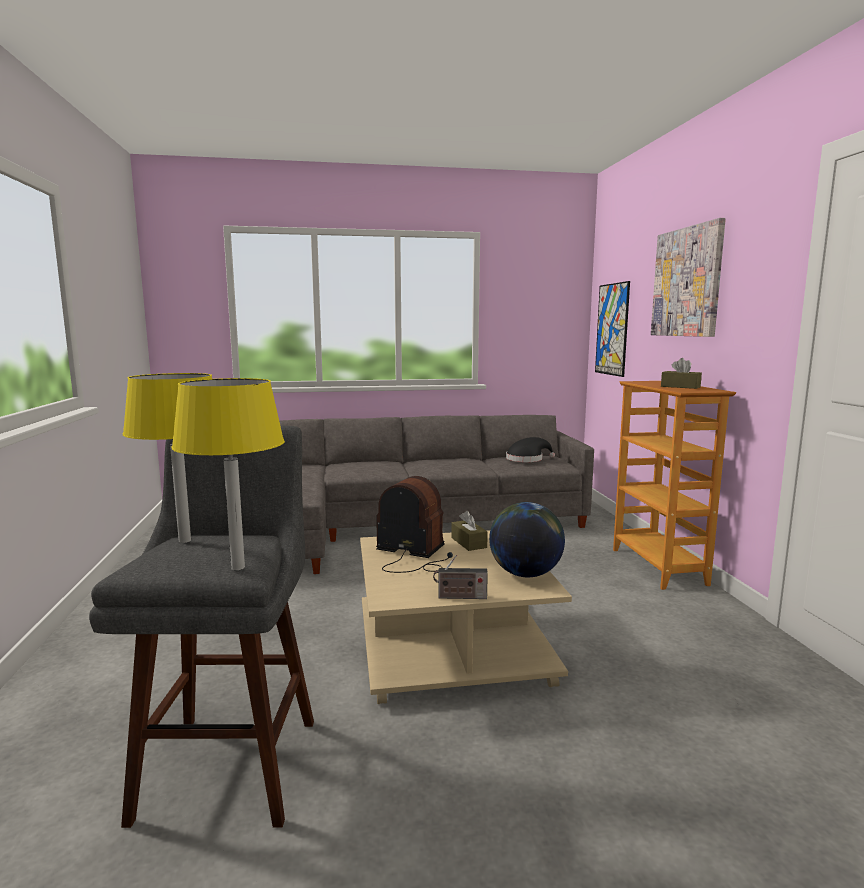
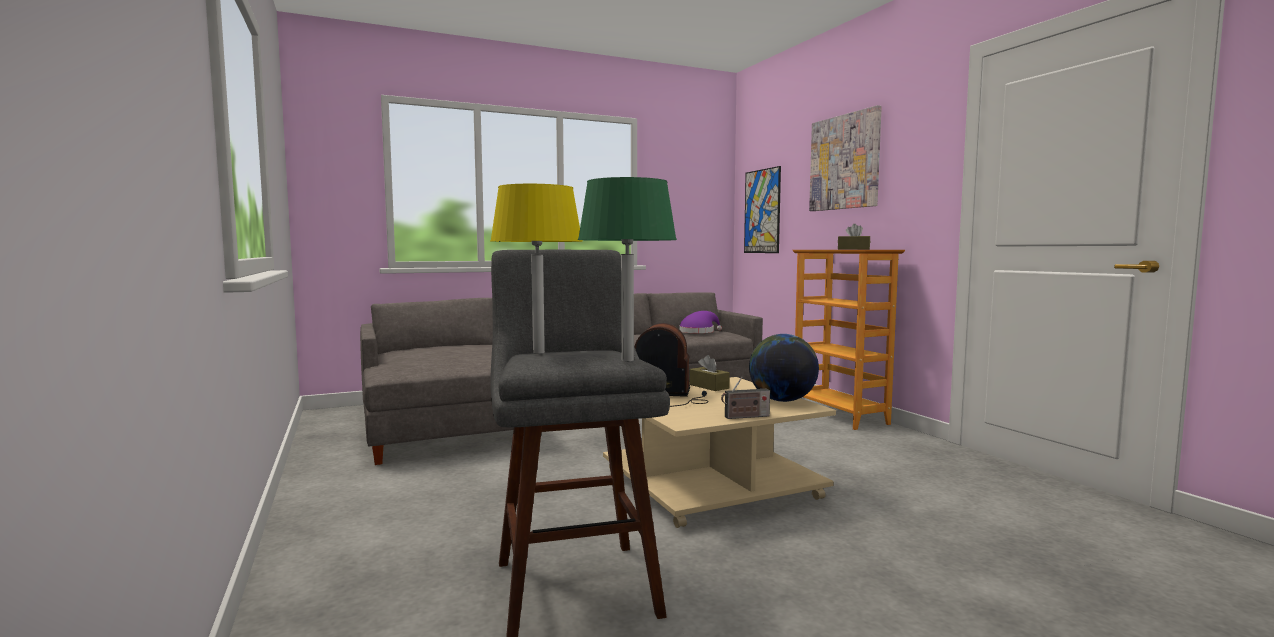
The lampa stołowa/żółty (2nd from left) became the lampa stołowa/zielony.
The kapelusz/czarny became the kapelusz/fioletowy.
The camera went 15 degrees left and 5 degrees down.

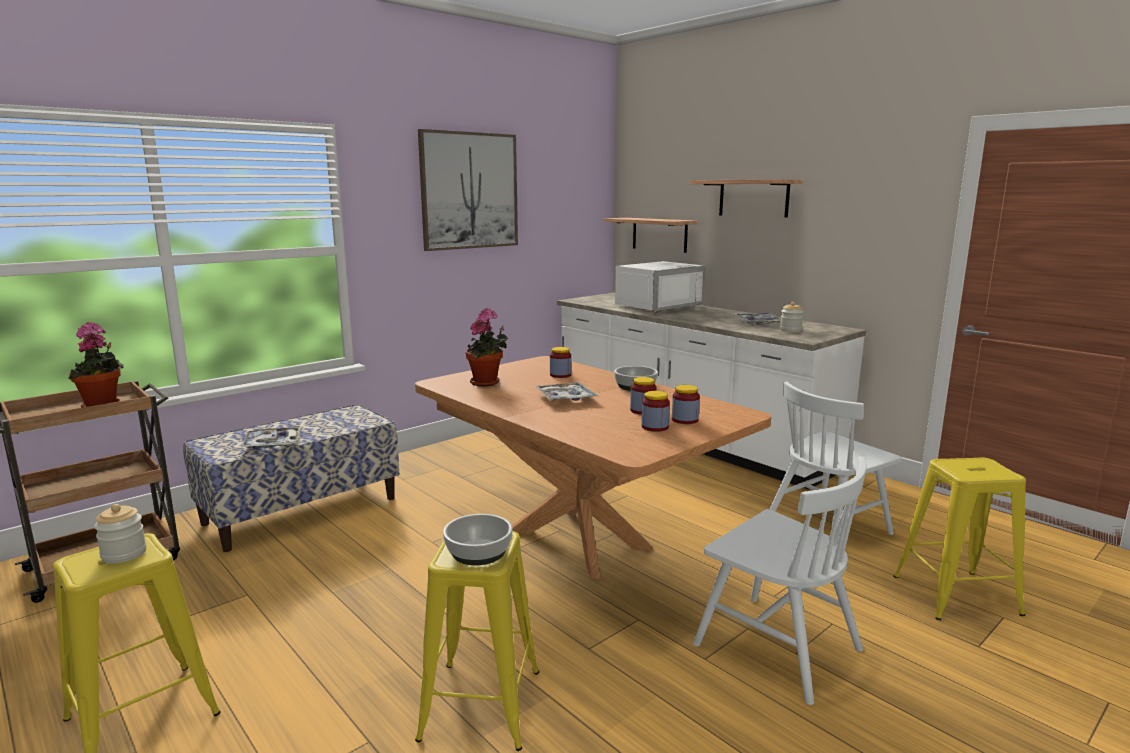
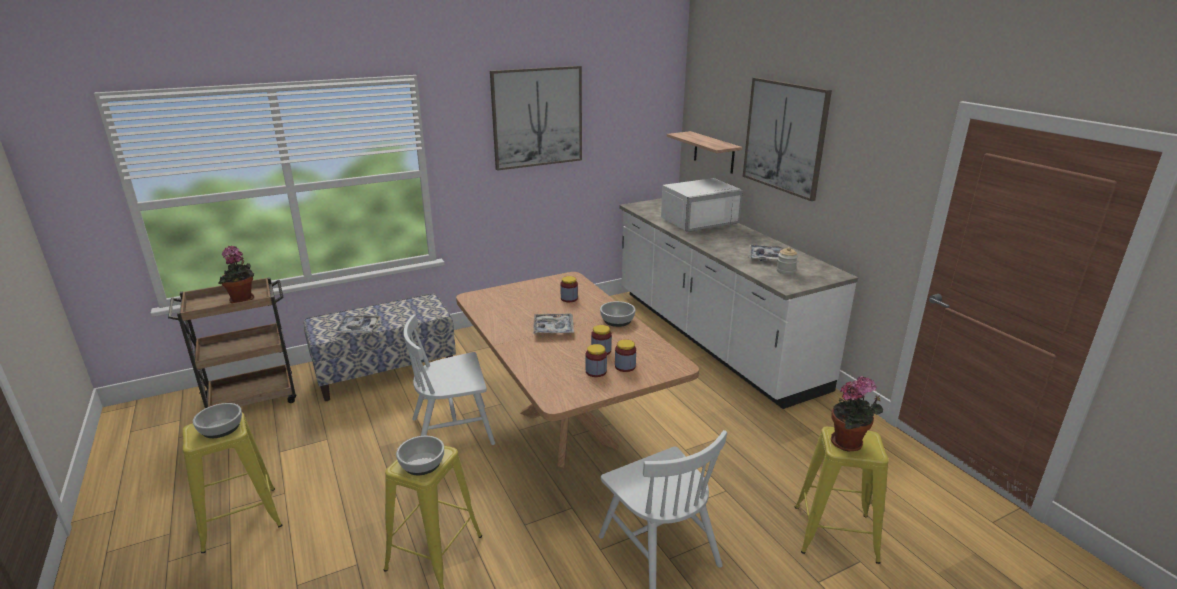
The roślina doniczkowa (2nd from left) moved.
The krzesło/biały (2nd from left in the first image) moved.
The słoik (1st from left) was replaced by the miska (1st from left).
The półka (2nd from left) was replaced by the obraz (2nd from left).
The camera went 15 degrees right and 10 degrees up.

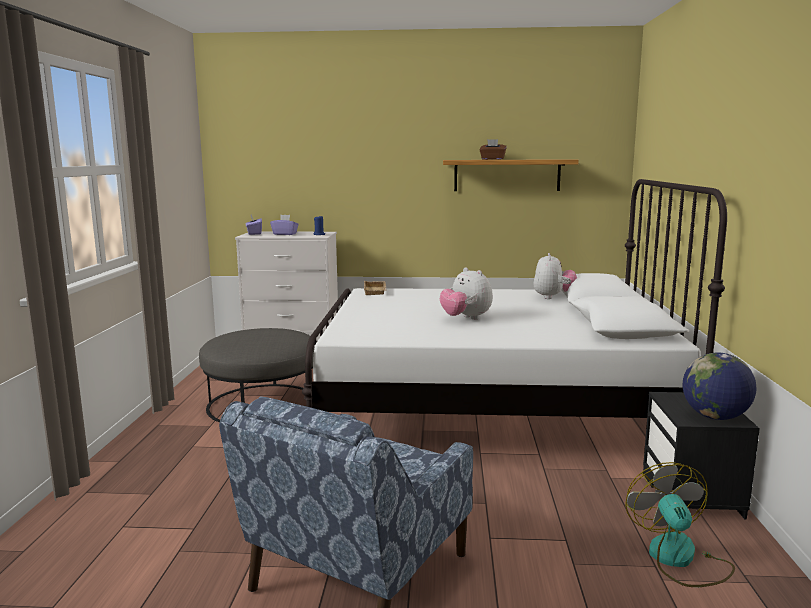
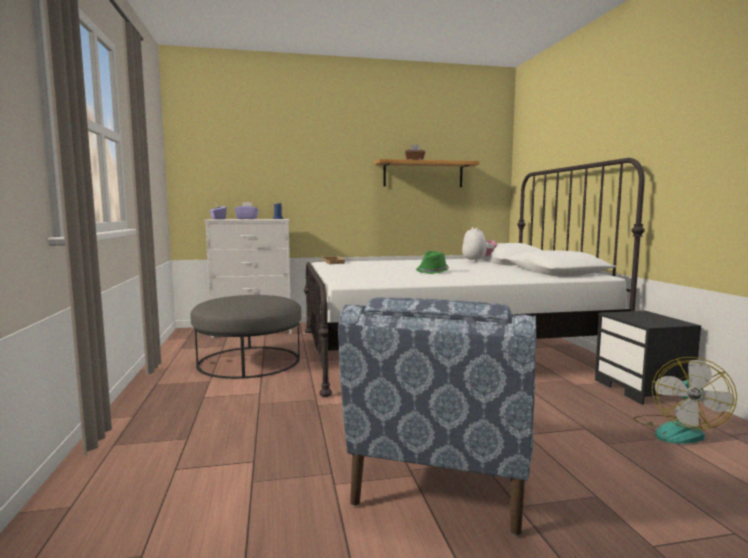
The globus disappeared.
The pluszak (1st from left) was replaced by the kapelusz/zielony.
The wentylator turned 135 degrees counterclockwise.
The camera went 15 degrees left and 5 degrees down.

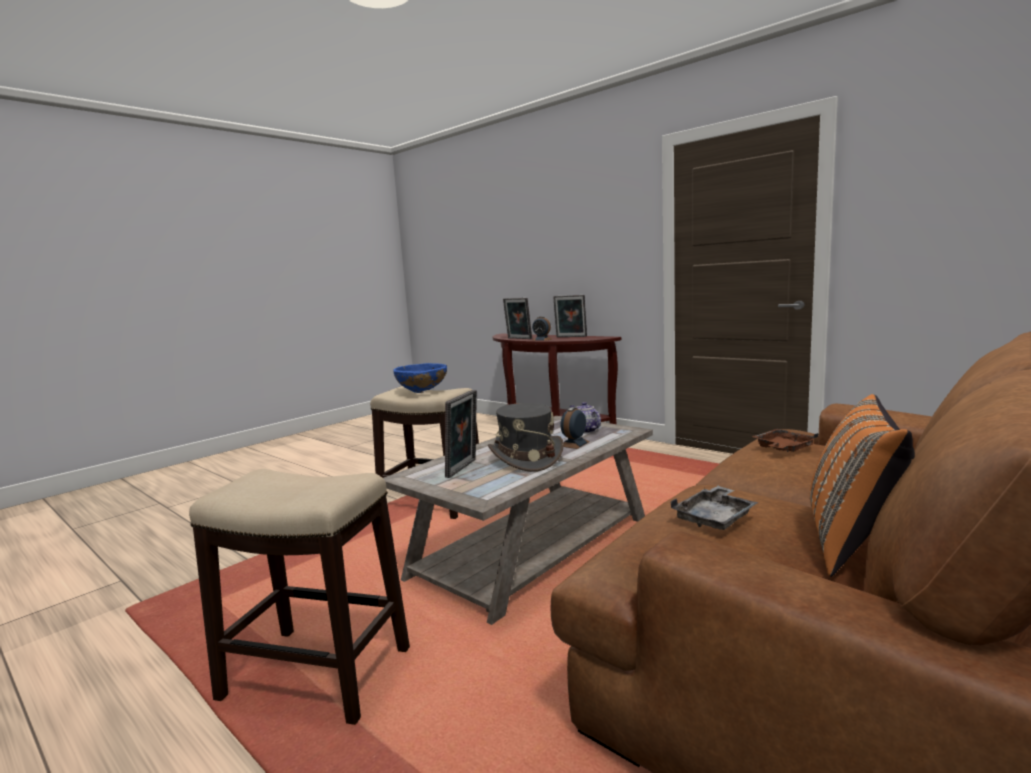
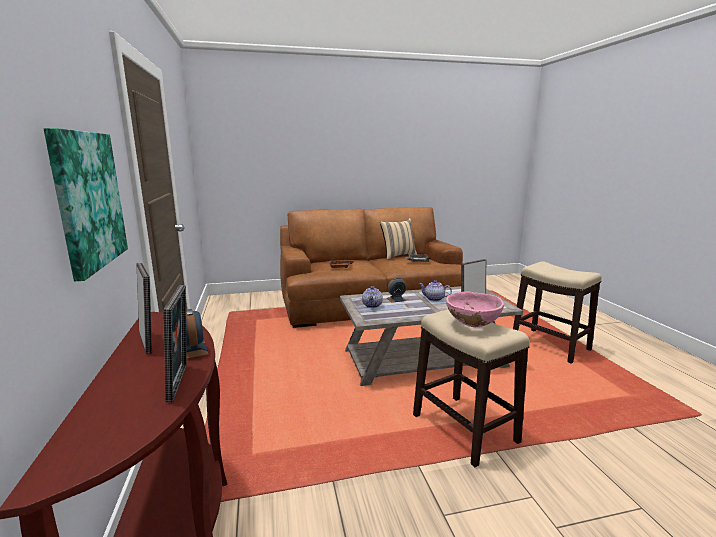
The obraz appeared.
The kapelusz/szary was replaced by the imbryk (2nd from left).
The miska/niebieski became the miska/różowy.
The poduszka/pomarańczowy became the poduszka/beżowy.
The camera went 145 degrees left and 5 degrees up.

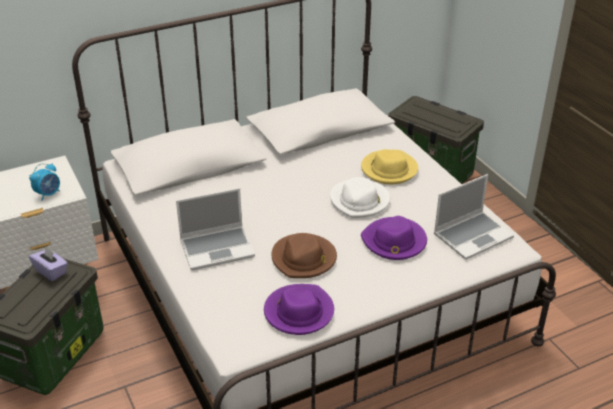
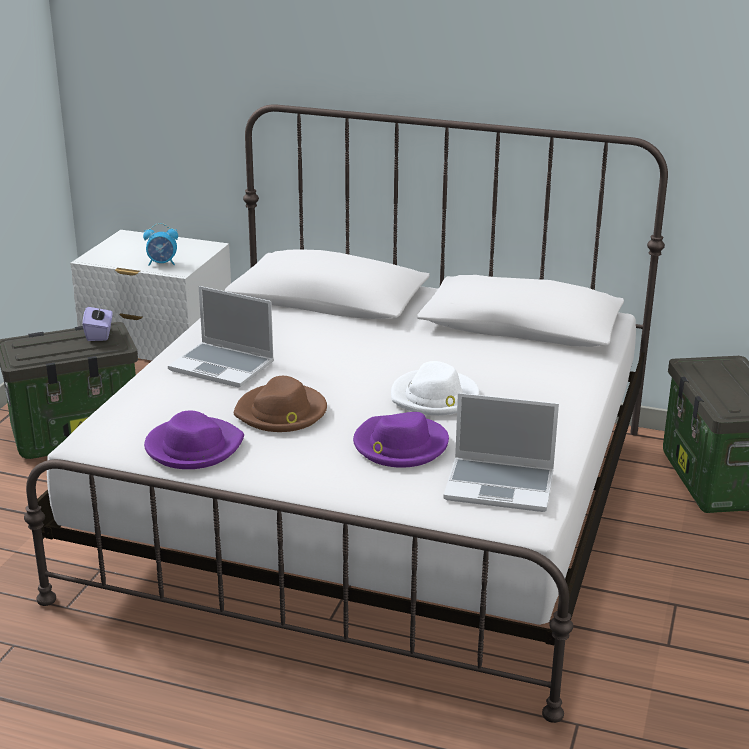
The kapelusz/żółty disappeared.
The camera went 45 degrees right and 10 degrees down.

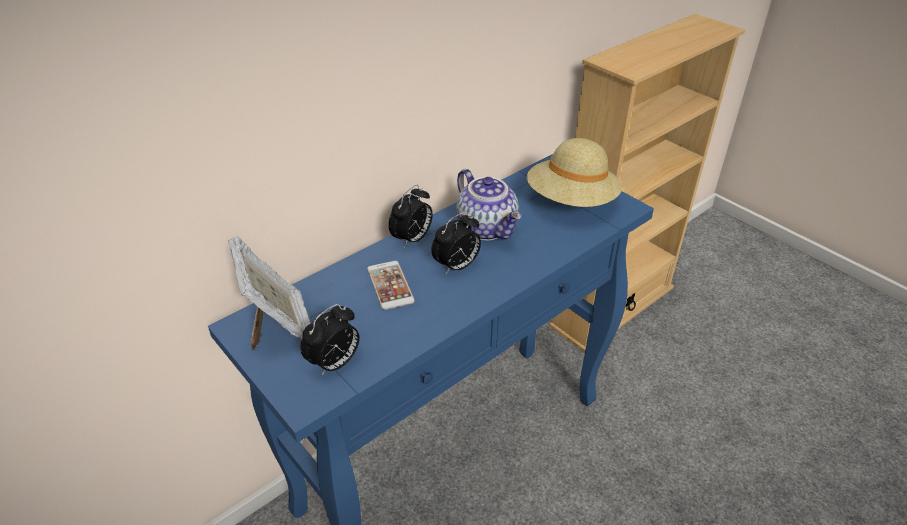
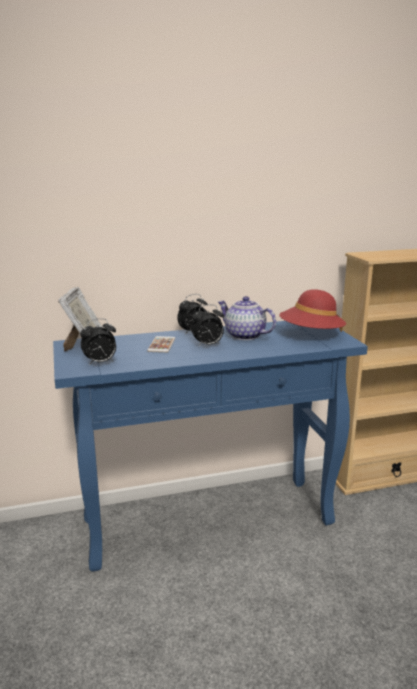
The kapelusz/beżowy became the kapelusz/czerwony.
The imbryk turned 135 degrees clockwise.
The camera went 25 degrees right and 20 degrees down.

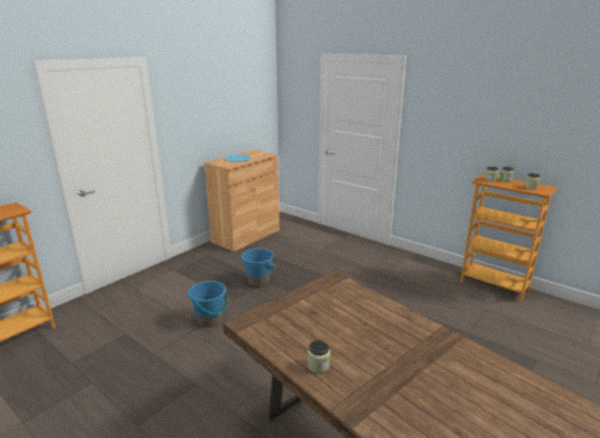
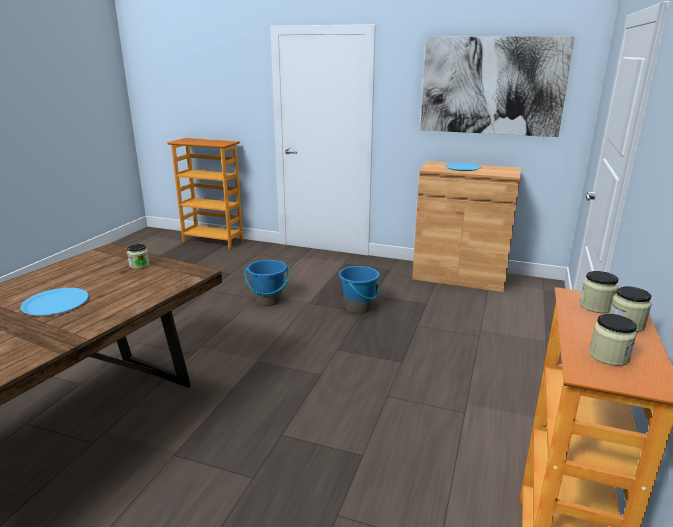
The talerz/niebieski (1st from left) appeared.
The obraz appeared.
The słoik (1st from left) moved.
The camera went 70 degrees right and 0 degrees up.

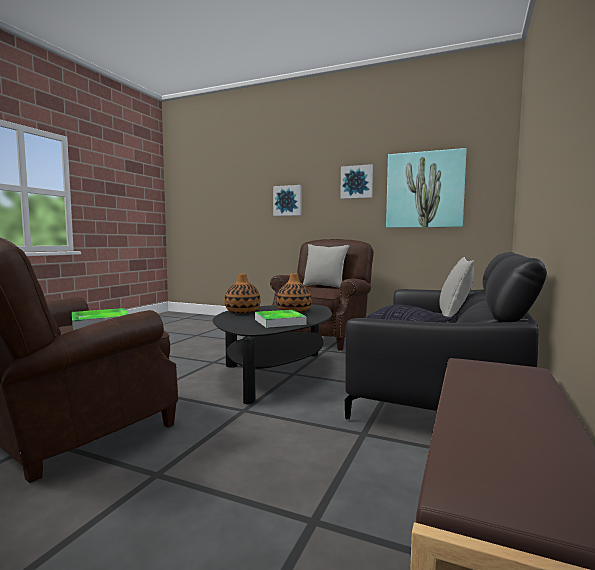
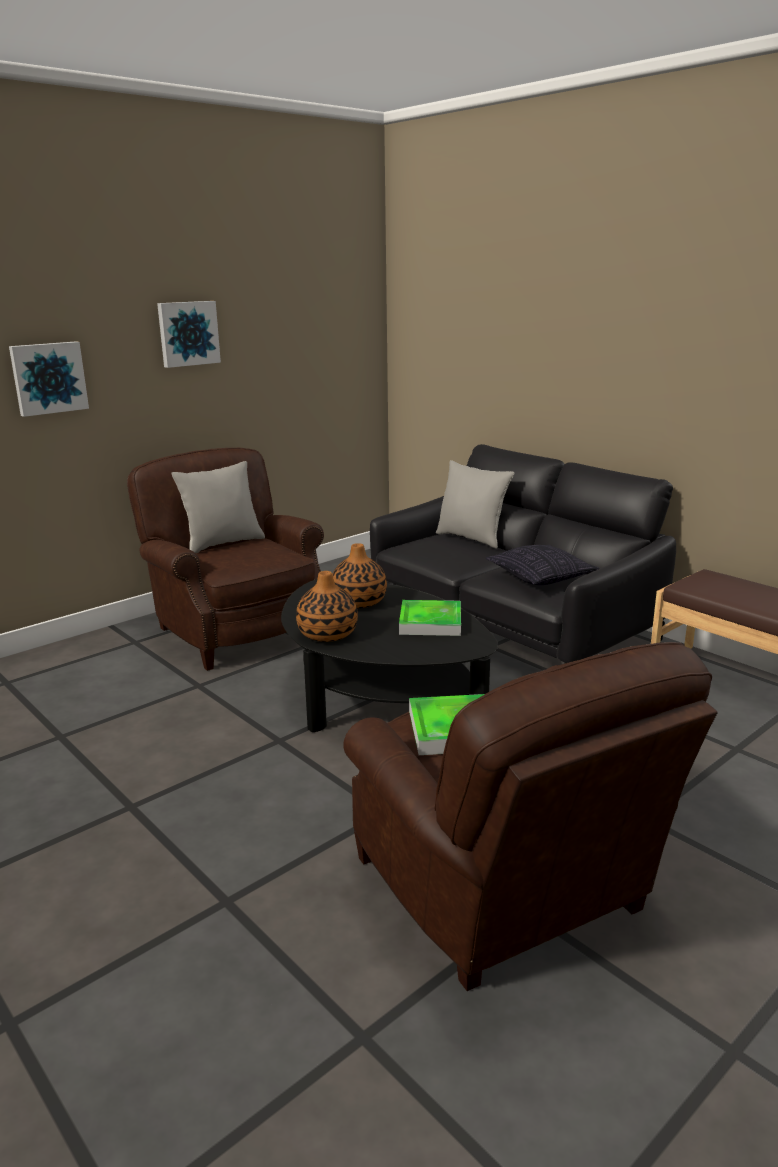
The obraz (3rd from left) disappeared.
The camera went 65 degrees left and 15 degrees up.

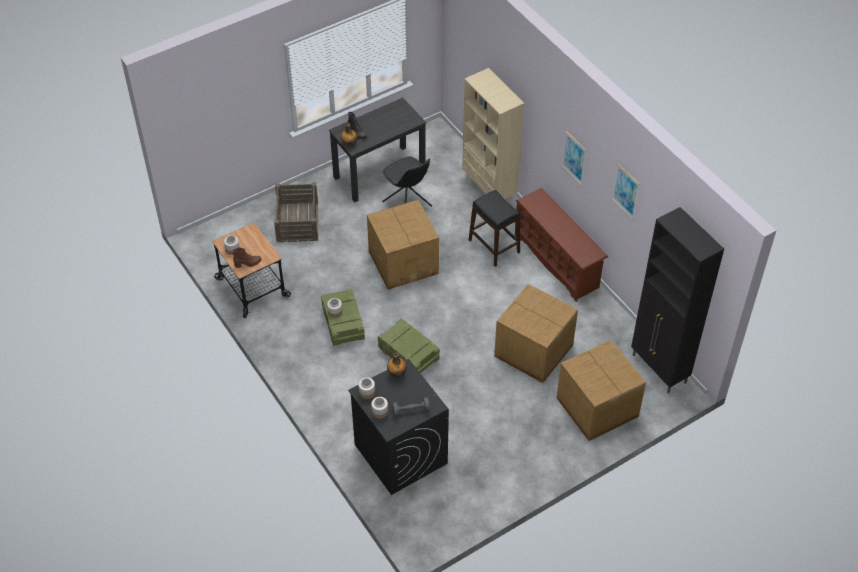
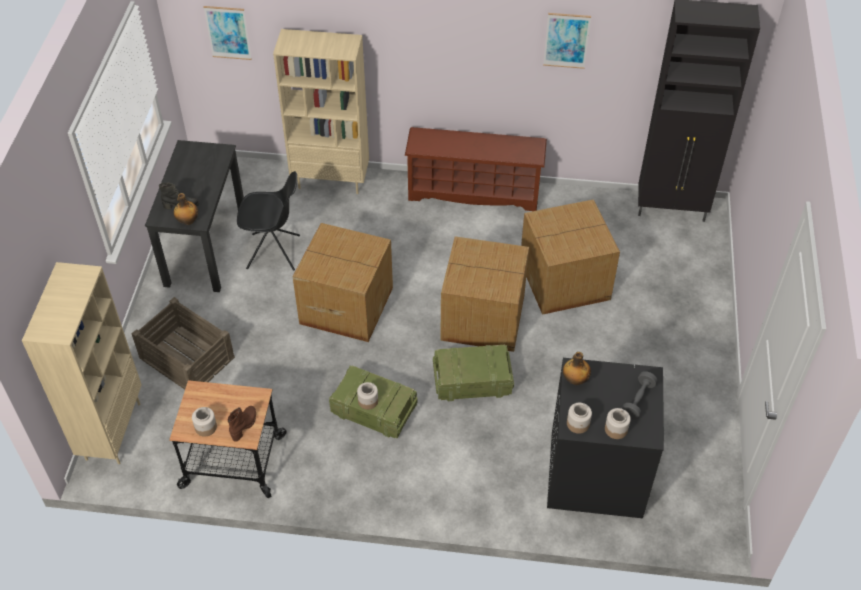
The stołek/czarny disappeared.
The regał/beżowy (1st from left) appeared.
The karton (3rd from left in the first image) moved.
The obraz (1st from left) moved.
The camera went 50 degrees left and 0 degrees up.

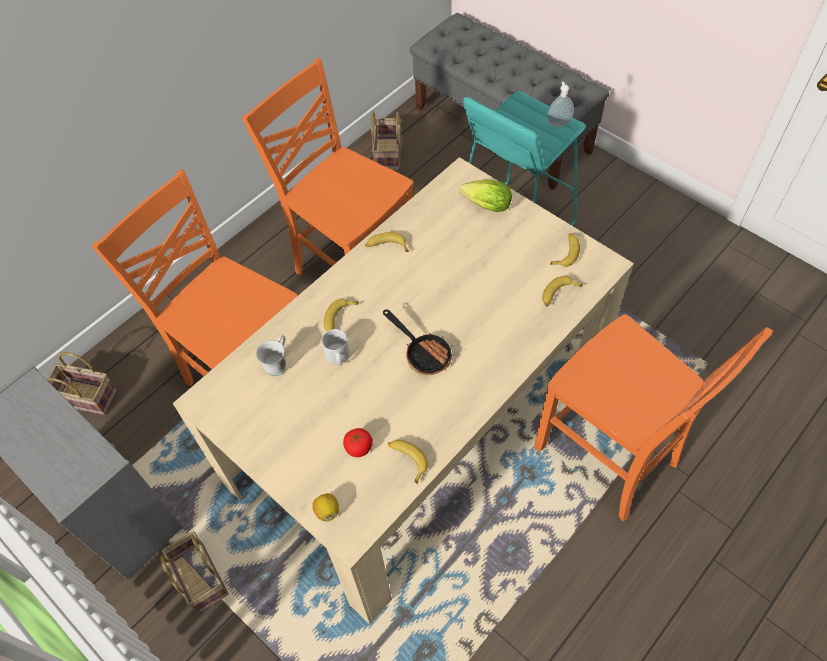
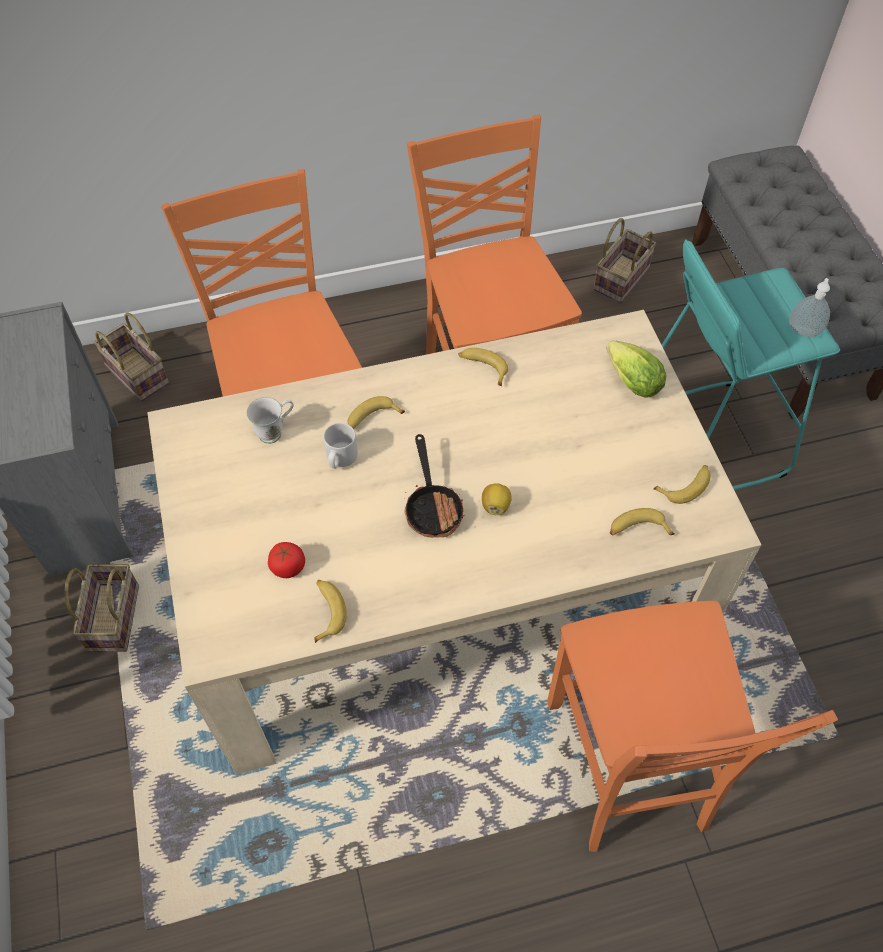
The cytryna moved.
The camera went 30 degrees right and 0 degrees up.

